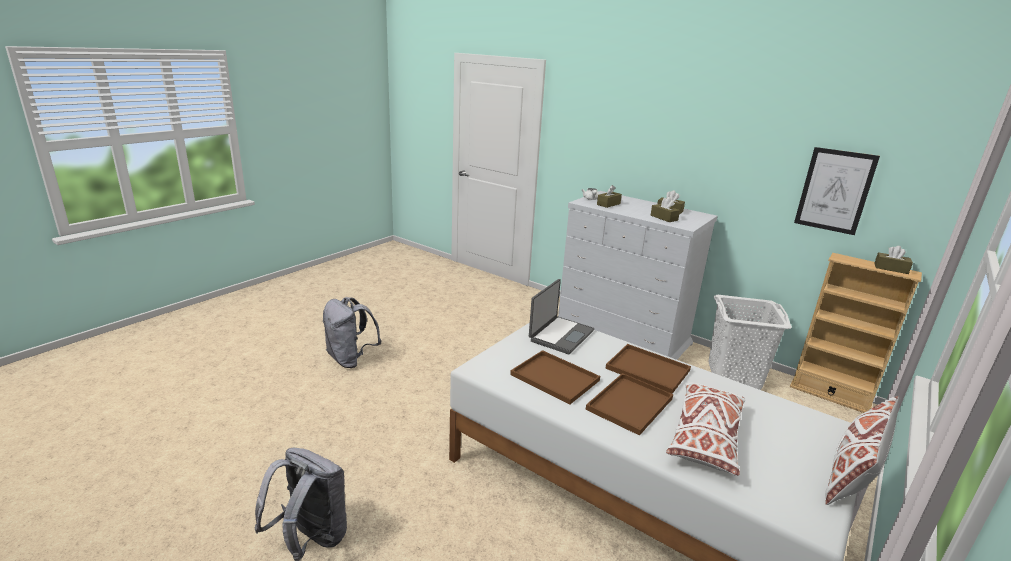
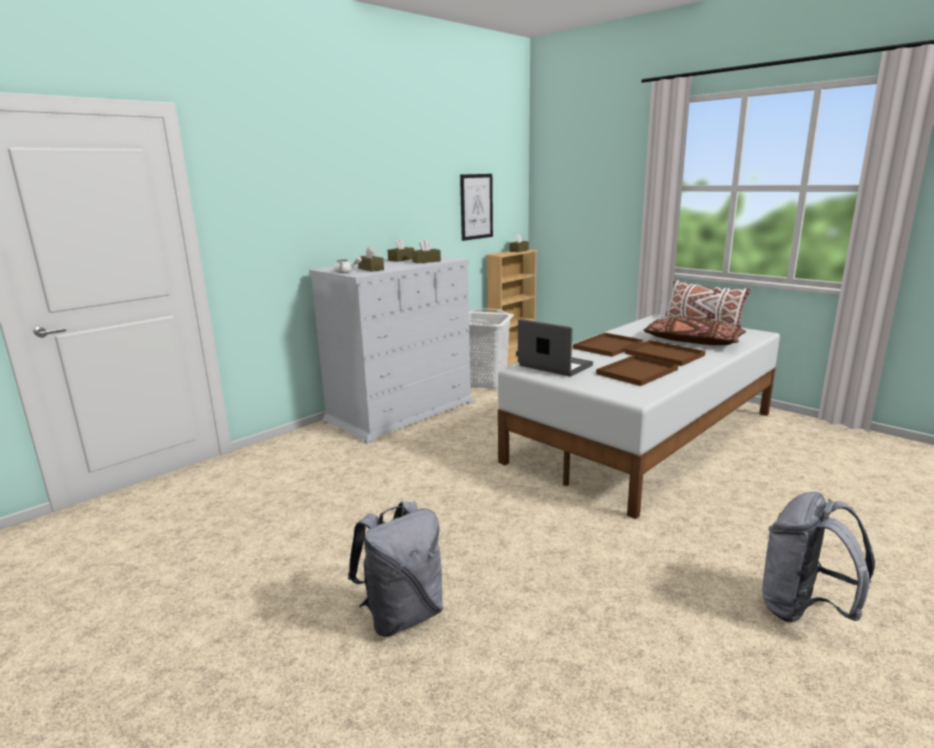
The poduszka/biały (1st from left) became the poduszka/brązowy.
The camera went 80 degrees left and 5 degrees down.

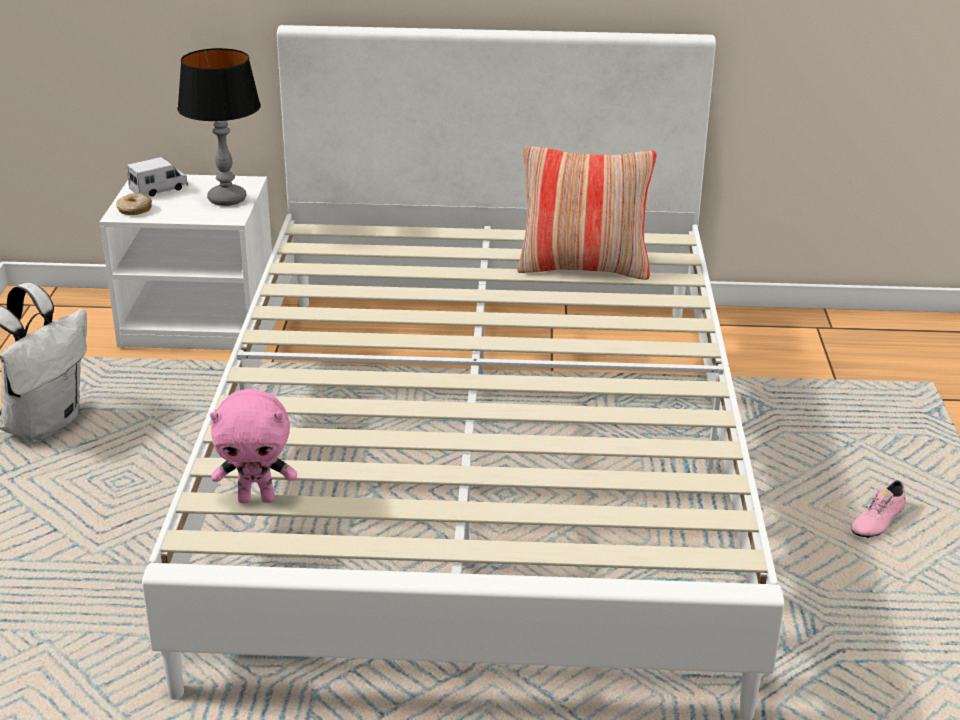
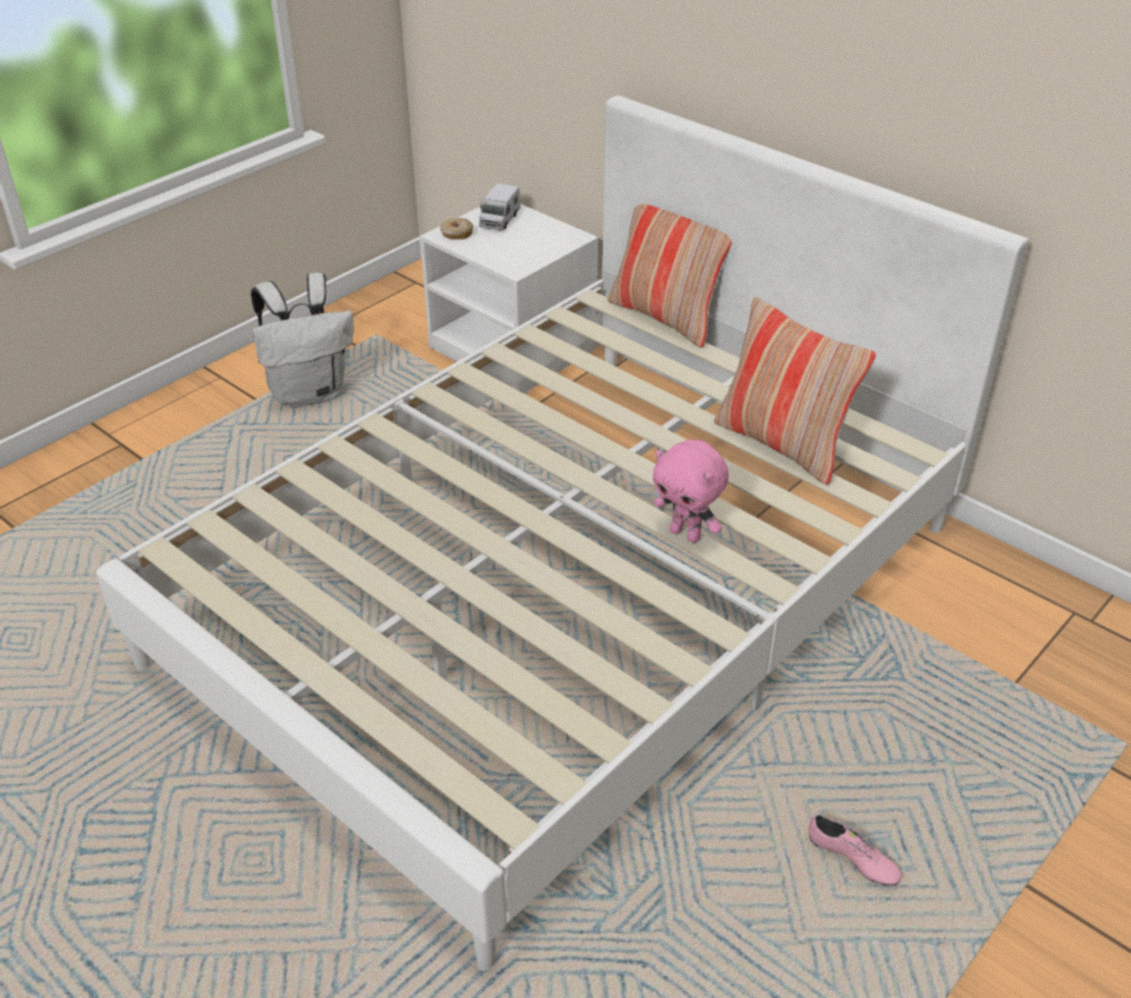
The lampa stołowa disappeared.
The poduszka (1st from left) appeared.
The pluszak/różowy moved.
The ciężarówka zabawkowa turned 105 degrees clockwise.
The but/różowy turned 135 degrees counterclockwise.
The camera went 40 degrees right and 10 degrees up.

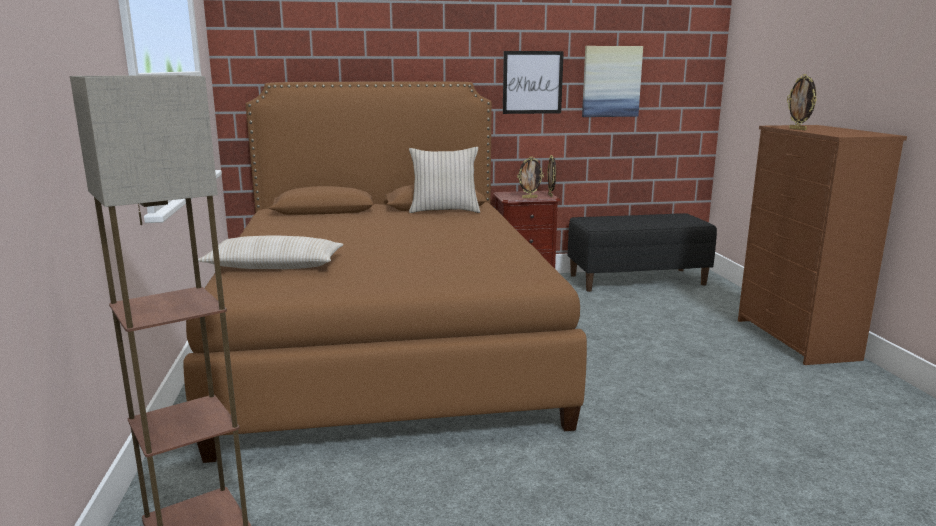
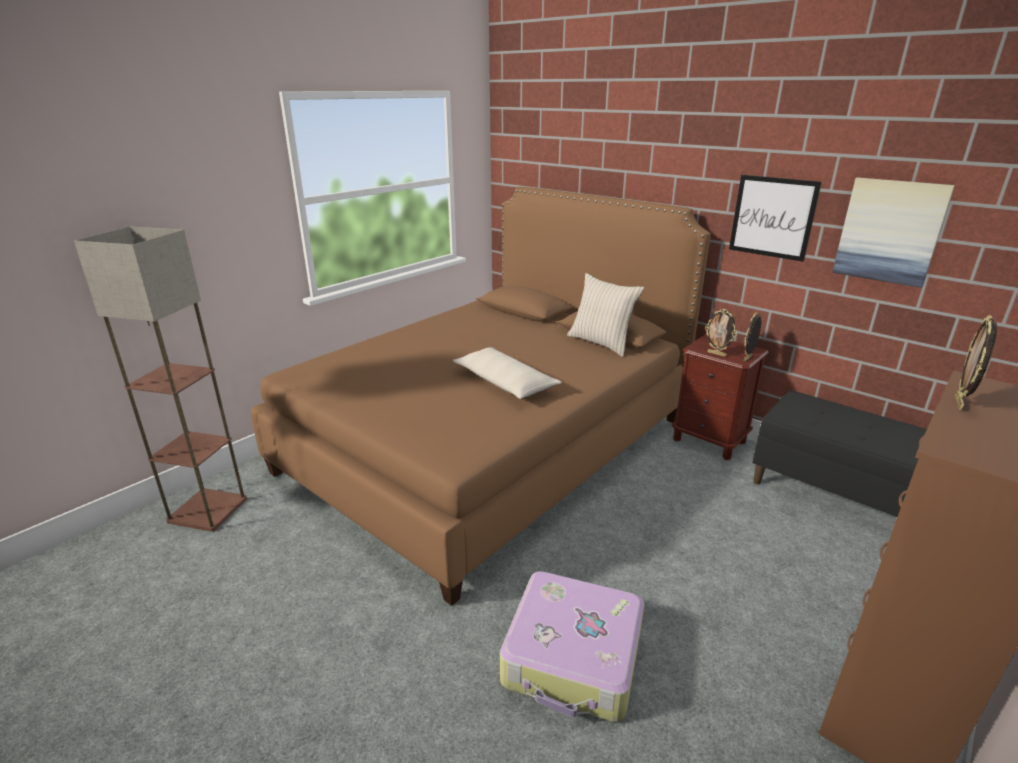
The walizka appeared.
The poduszka/beżowy (1st from left) moved.
The camera went 50 degrees right and 10 degrees up.

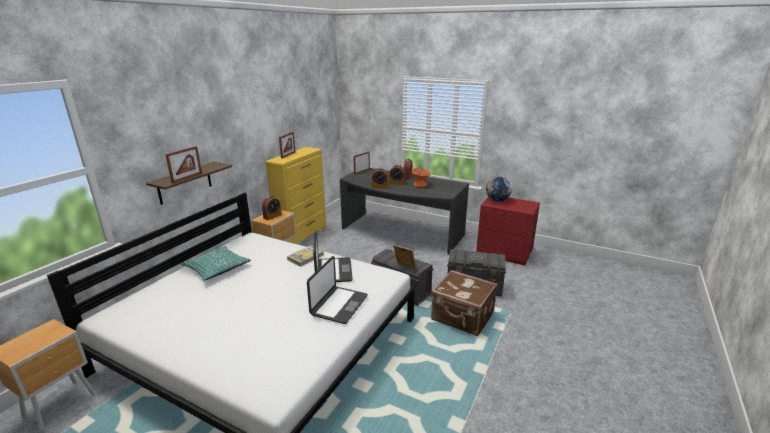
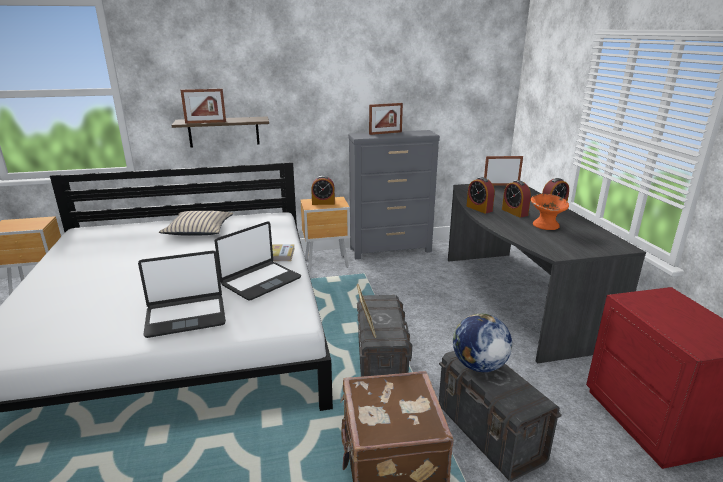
The globus moved.
The poduszka/turkusowy became the poduszka/beżowy.
The komoda/żółty became the komoda/szary.
The camera went 50 degrees right and 0 degrees up.

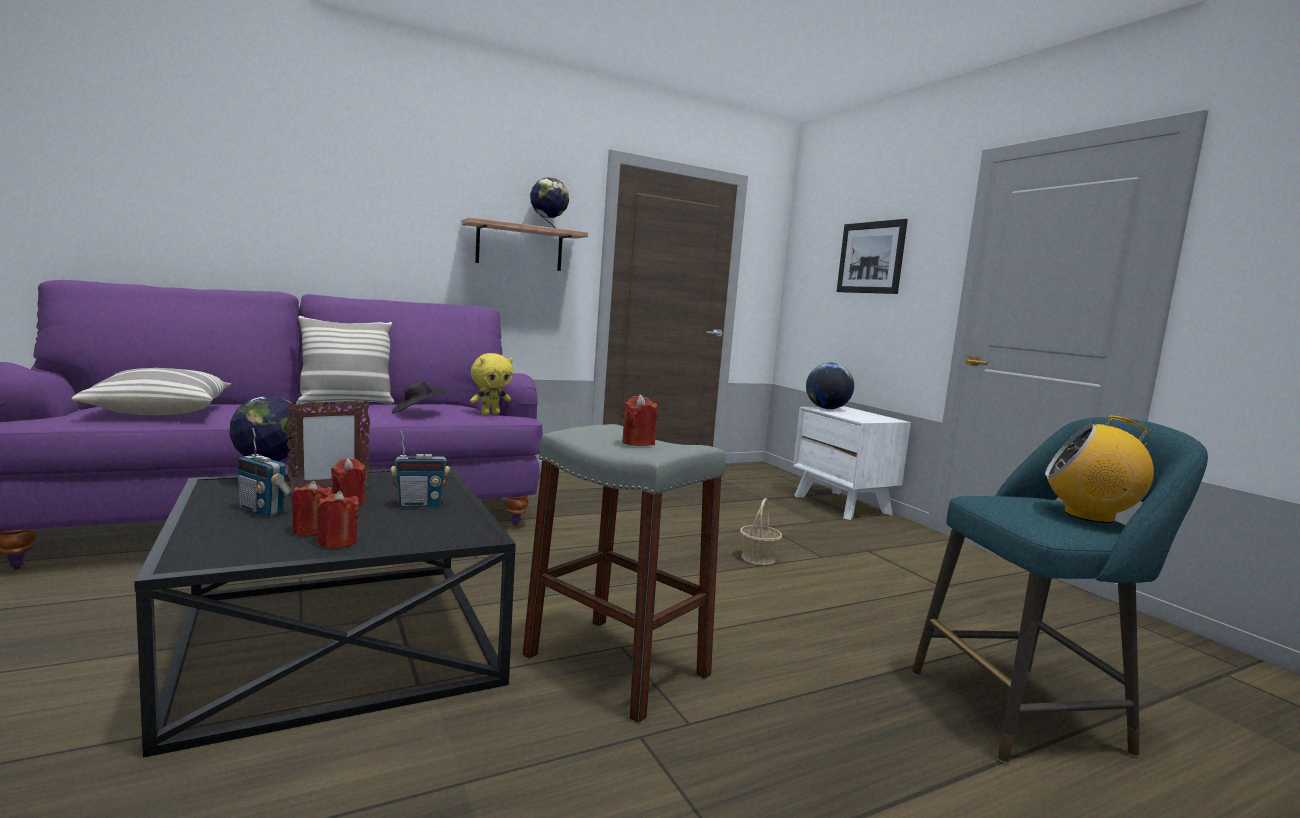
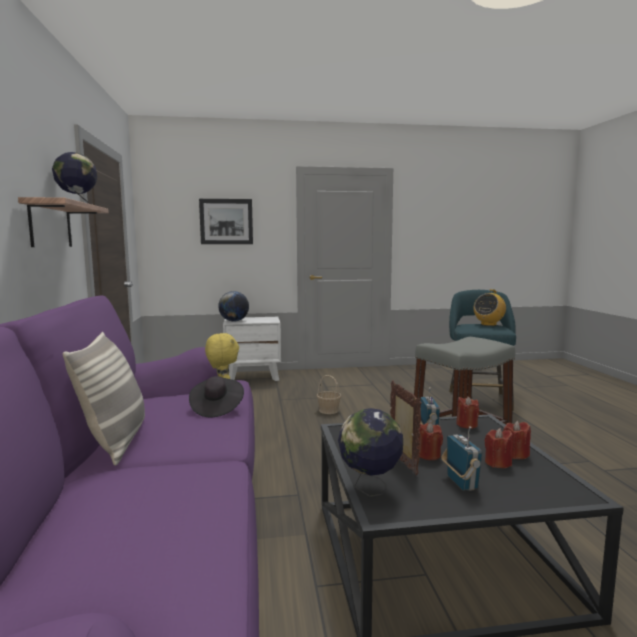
The poduszka (1st from left) disappeared.
The świeca/czerwony (4th from left in the first image) moved.
The radio (1st from left in the first image) turned 60 degrees counterclockwise.
The camera went 70 degrees left and 0 degrees up.

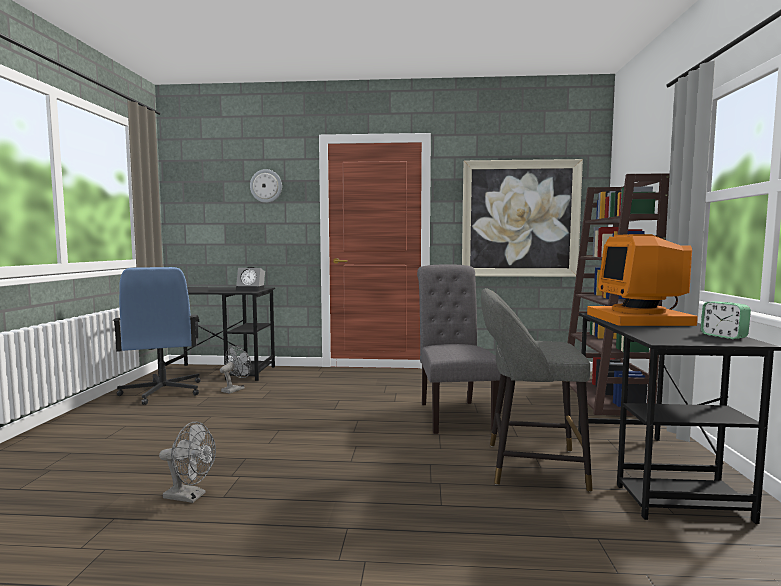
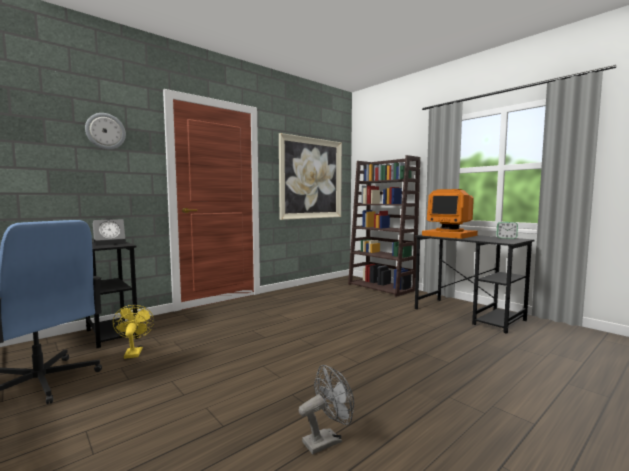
The krzesło/szary disappeared.
The stołek/szary disappeared.
The wentylator/szary (2nd from left) became the wentylator/żółty.
The camera went 45 degrees left and 0 degrees up.

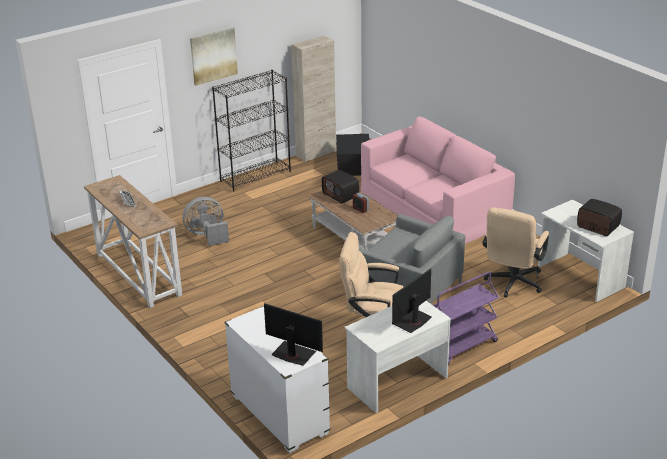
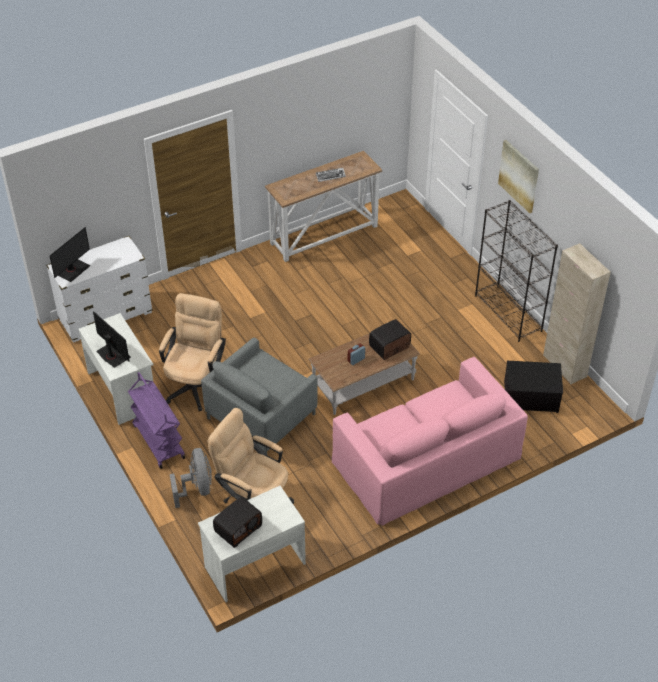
The wentylator/szary moved.
The camera went 95 degrees right and 15 degrees up.

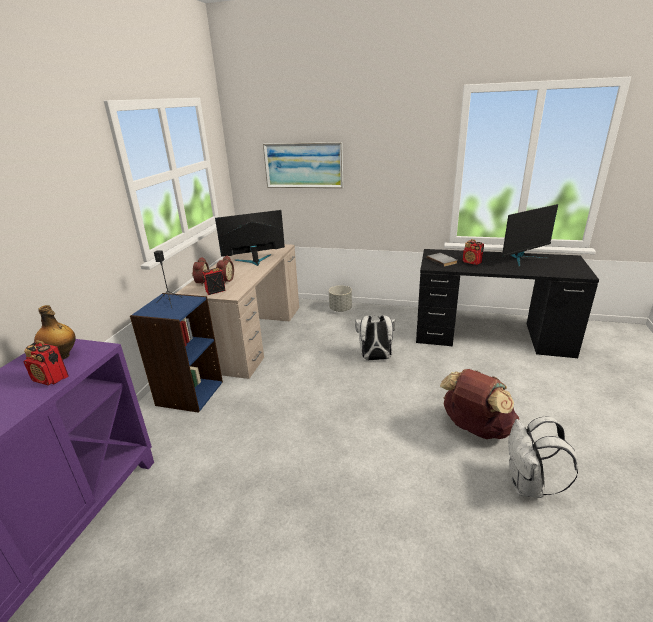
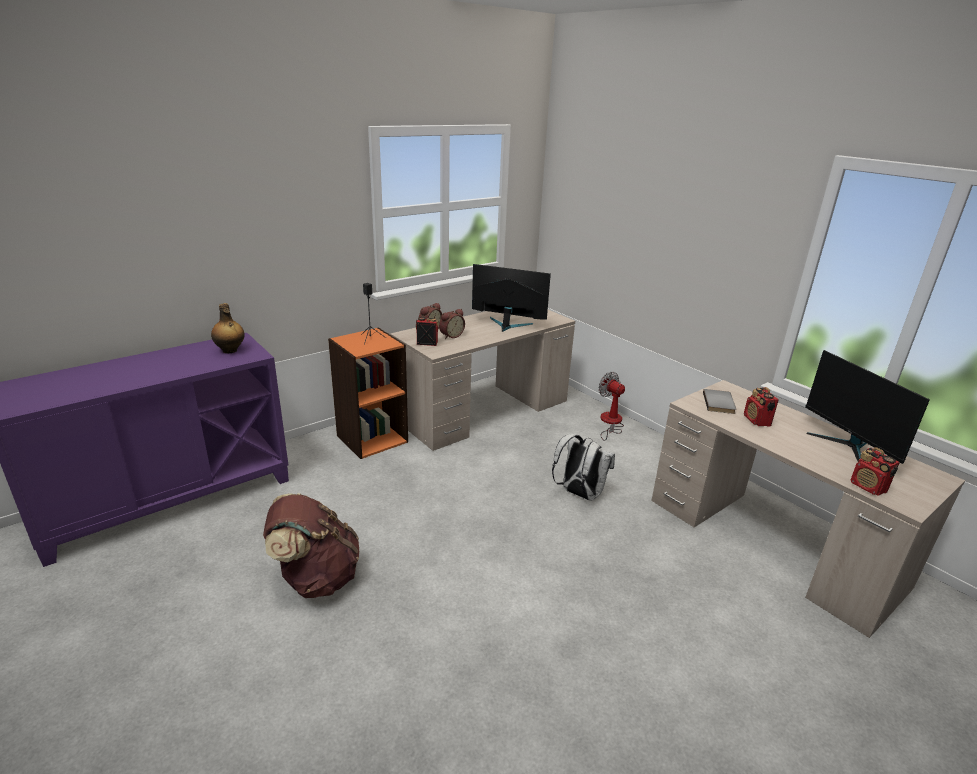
The obraz disappeared.
The plecak/biały (2nd from left) disappeared.
The radio (1st from left in the first image) moved.
The plecak/brązowy moved.
The donica/szary was replaced by the wentylator.
The regał/niebieski became the regał/pomarańczowy.
The biurko/czarny became the biurko/beżowy (2nd from left).
The monitor (2nd from left) turned 60 degrees clockwise.
The camera went 35 degrees right and 0 degrees up.

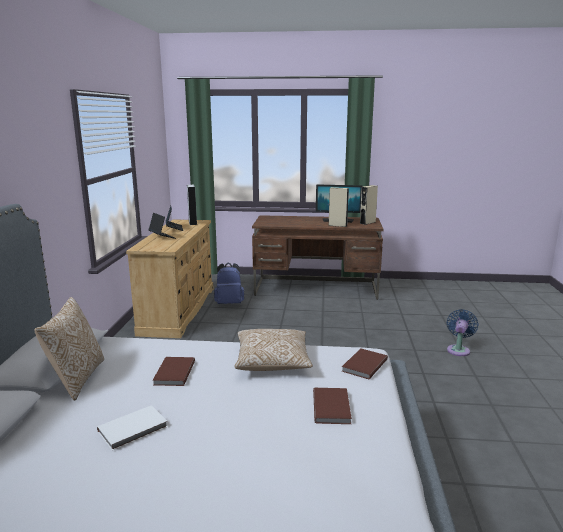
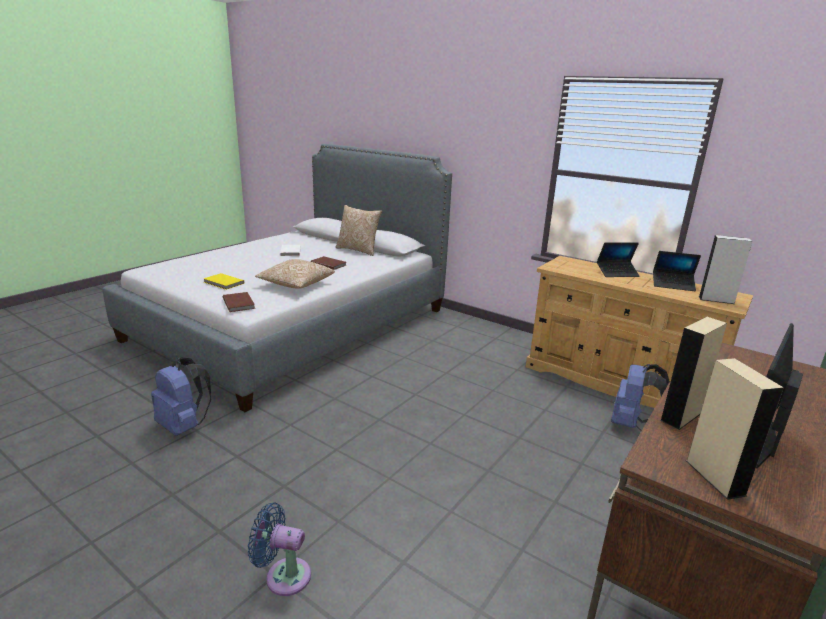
The plecak/niebieski (1st from left) appeared.
The książka/brązowy (2nd from left) became the książka/żółty.
The wentylator/niebieski turned 135 degrees clockwise.
The camera went 120 degrees right and 5 degrees up.

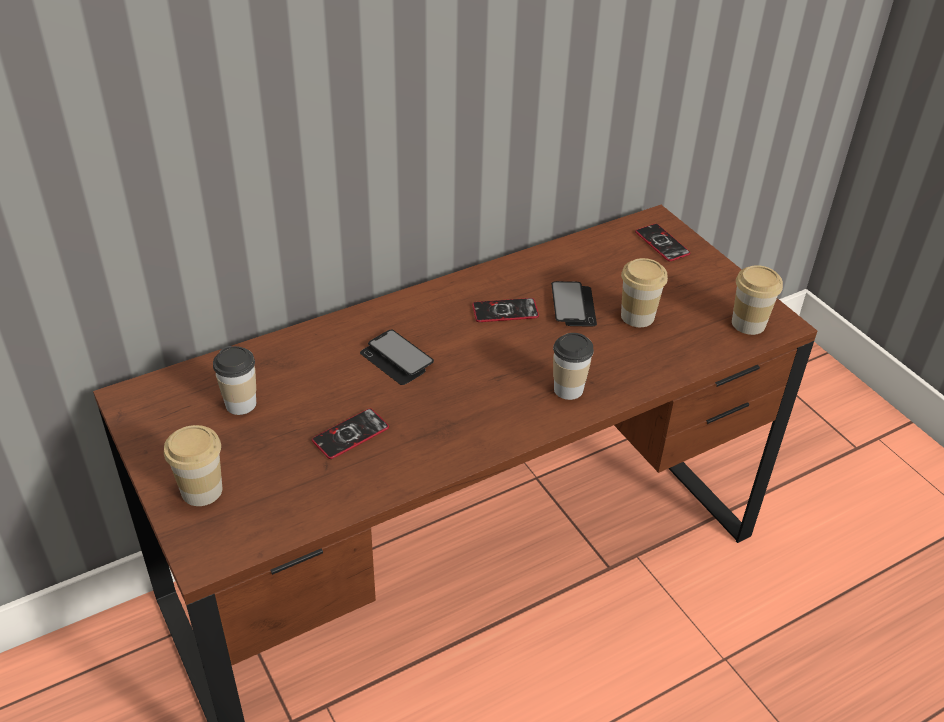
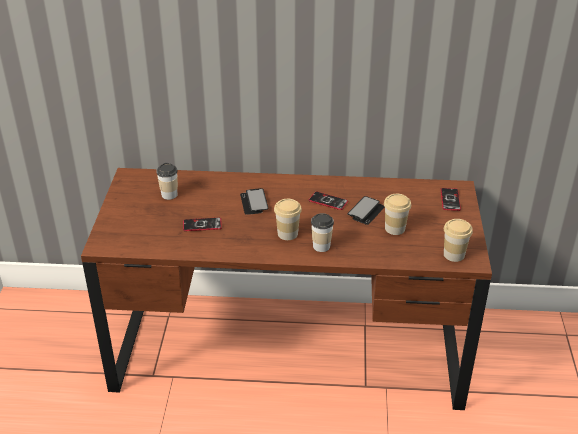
The filiżanka (1st from left in the first image) moved.
The camera went 35 degrees right and 5 degrees down.

